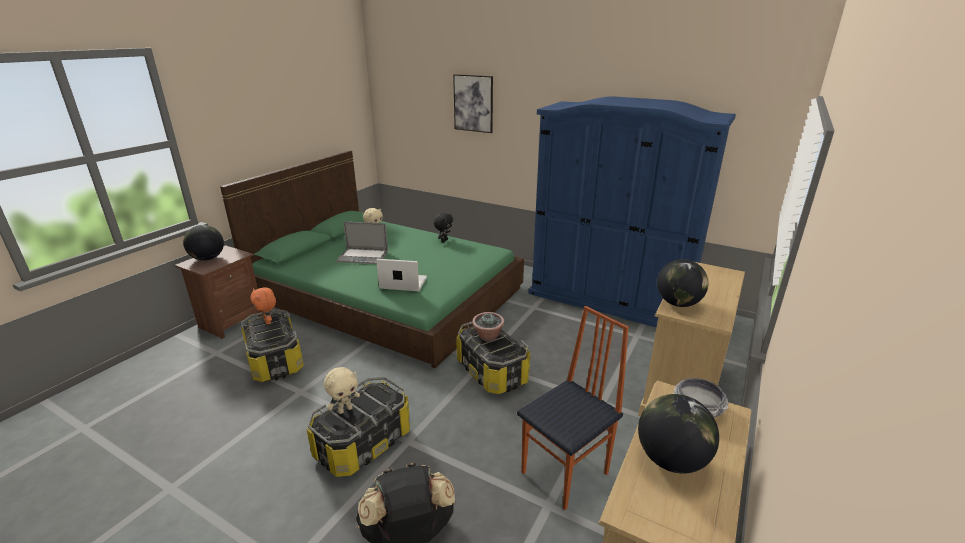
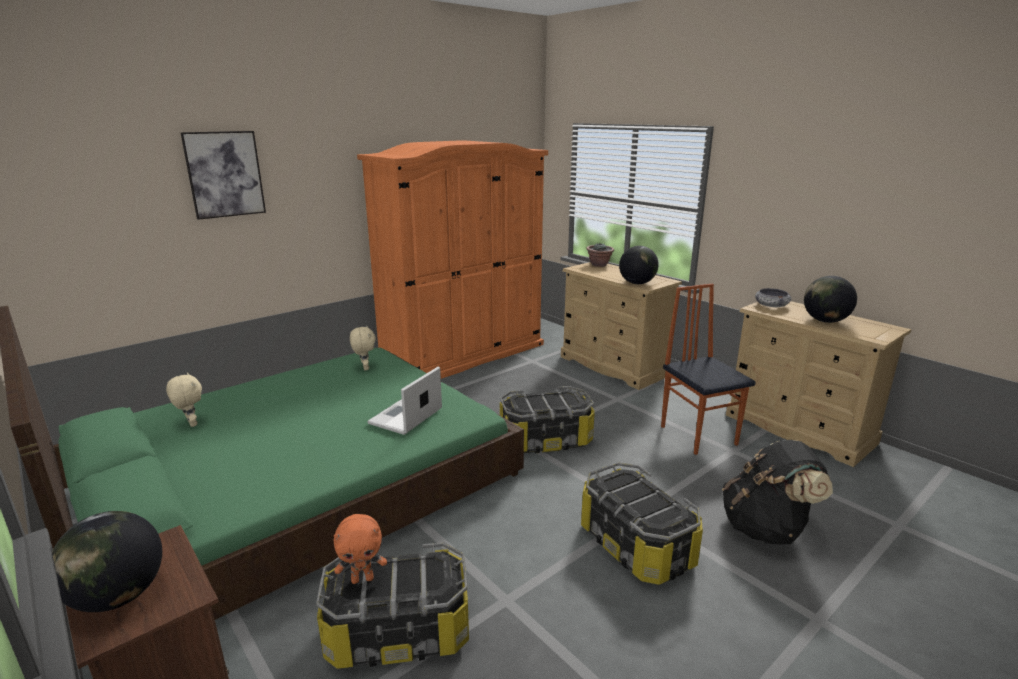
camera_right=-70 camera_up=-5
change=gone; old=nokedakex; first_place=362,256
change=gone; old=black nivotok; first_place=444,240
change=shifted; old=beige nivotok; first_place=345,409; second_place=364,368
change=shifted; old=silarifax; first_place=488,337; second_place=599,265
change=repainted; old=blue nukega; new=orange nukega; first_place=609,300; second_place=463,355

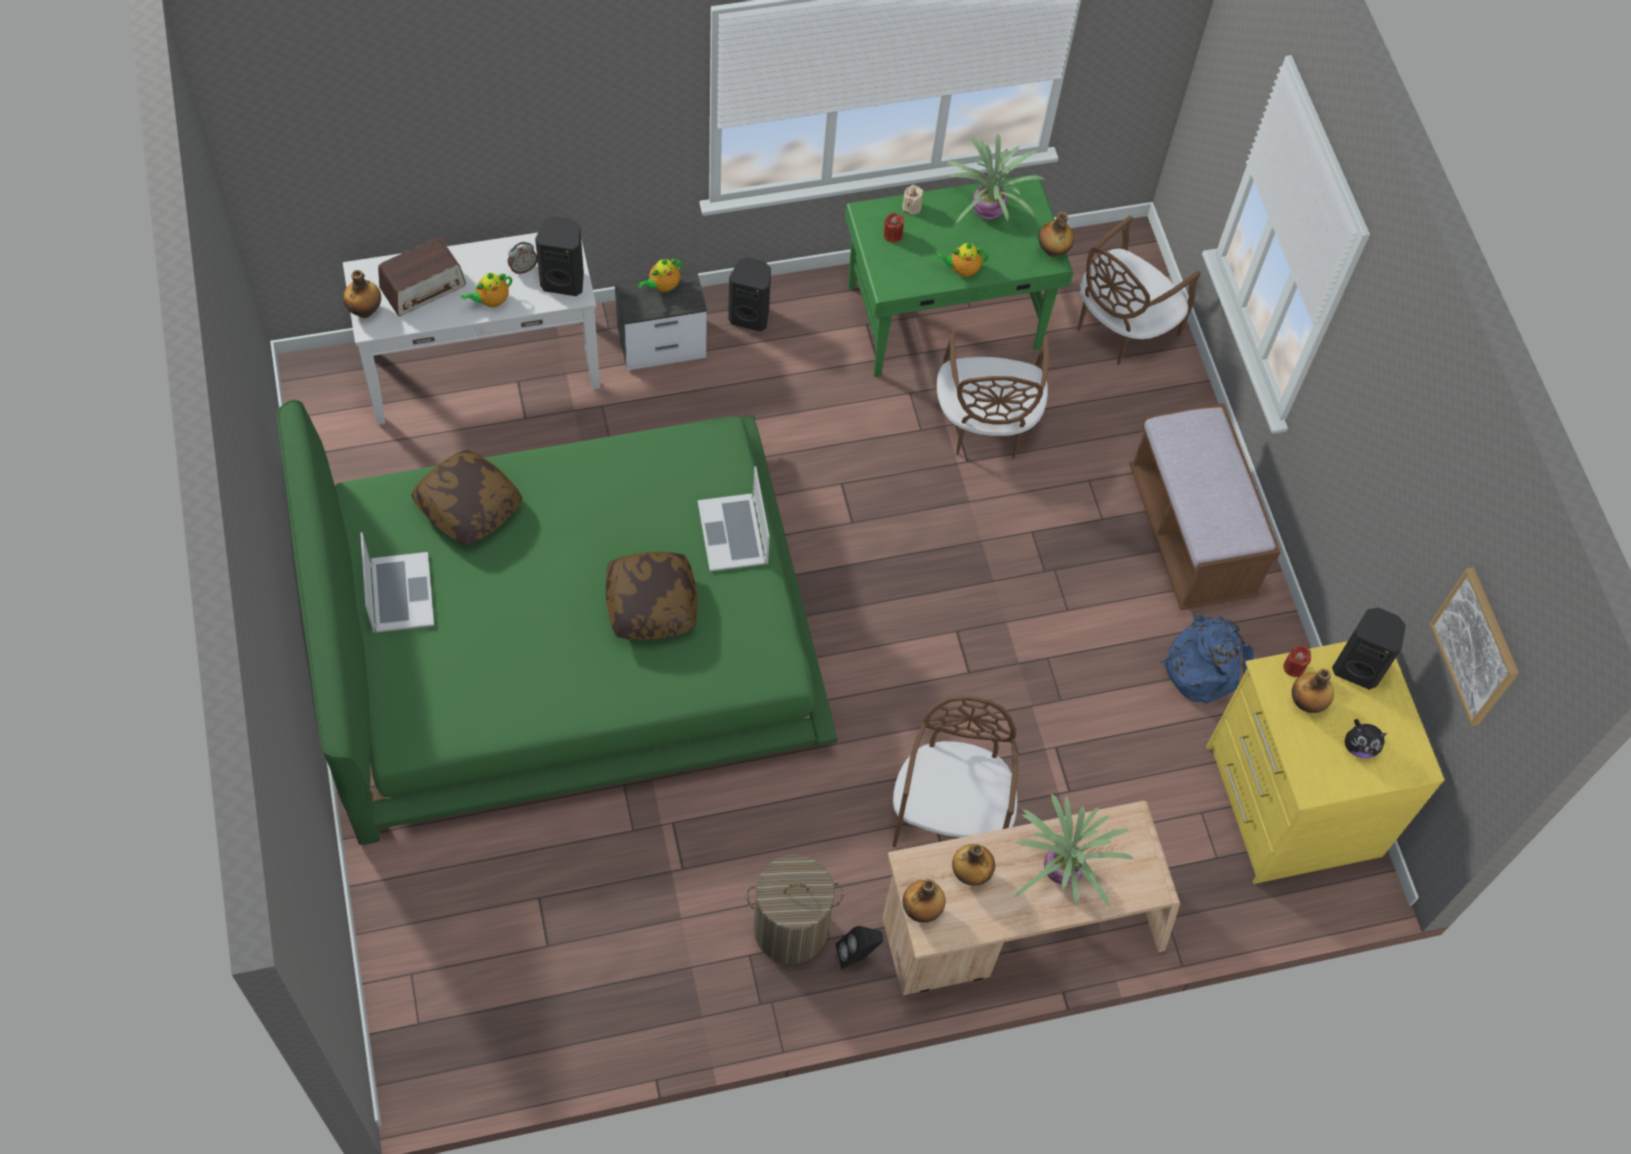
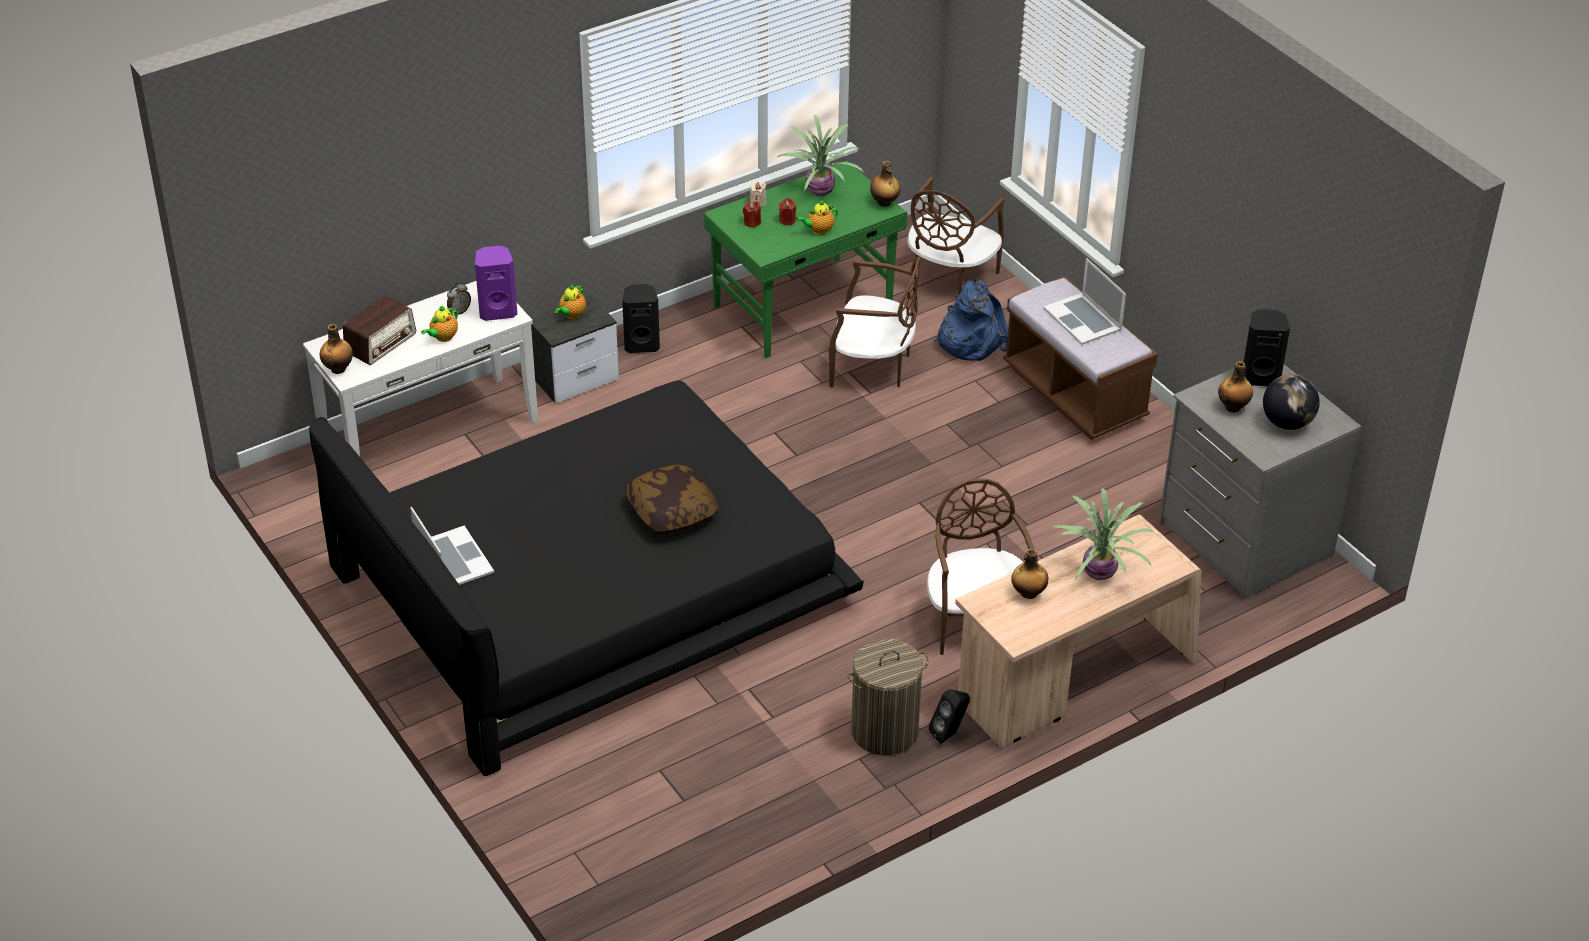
camera_right=-15 camera_up=-20
change=gone; old=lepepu; first_place=468,506
change=gone; old=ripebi; first_place=922,909
change=gone; old=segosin; first_place=1476,646
change=shifted; old=nokedakex; first_place=733,532; second_place=1083,319
change=shifted; old=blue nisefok; first_place=1204,665; second_place=969,340
change=shifted; old=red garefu; first_place=1294,667; second_place=787,220
change=swapped; old=nivotok; new=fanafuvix; first_place=1359,747; second_place=1287,423
change=repainted; old=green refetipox; new=black refetipox; first_place=564,633; second_place=590,589
change=repainted; old=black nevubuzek; new=purple nevubuzek; first_place=564,280; second_place=497,311
change=repainted; old=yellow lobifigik; new=grey lobifigik; first_place=1290,801; second_place=1243,540
change=rotated; old=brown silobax; first_place=984,425; second_place=872,367; degrees=-60

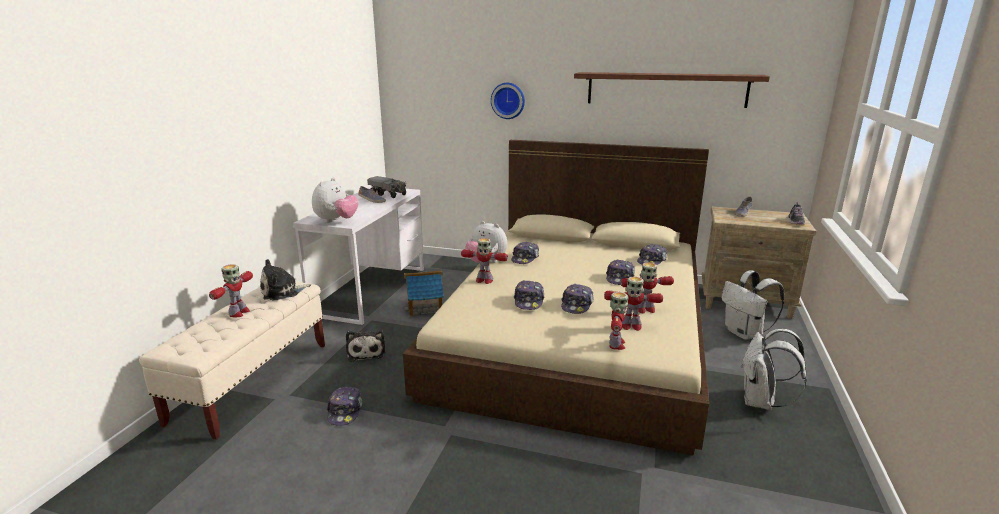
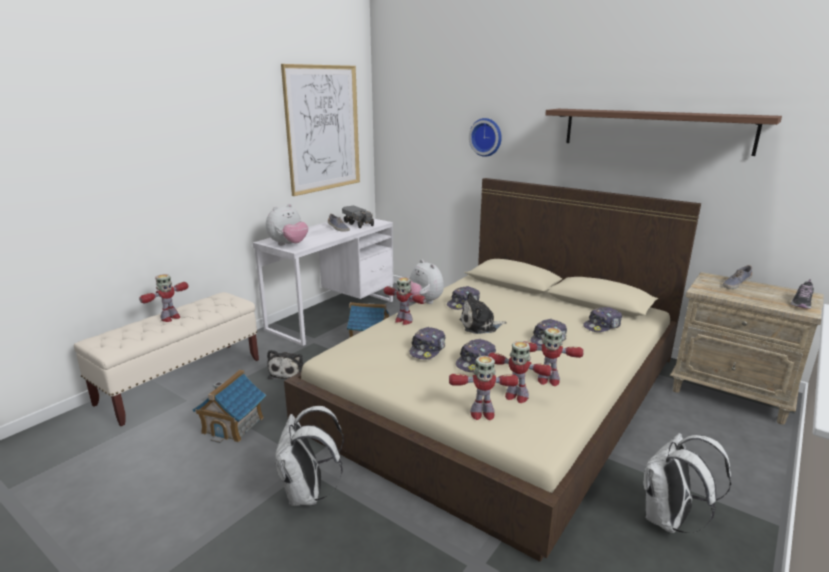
camera_right=20 camera_up=0
change=new; new=segosin; second_place=323,129
change=shifted; old=nivotok; first_place=282,292; second_place=480,326
change=shifted; old=white nisefok; first_place=745,333; second_place=308,494
change=swapped; old=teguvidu; new=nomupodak; first_place=345,411; second_place=233,425
change=rotated; old=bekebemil; first_place=616,344; second_place=481,414; degrees=60

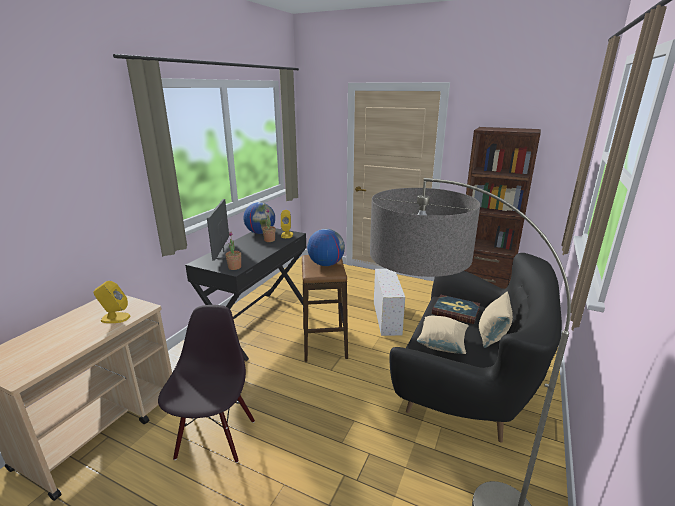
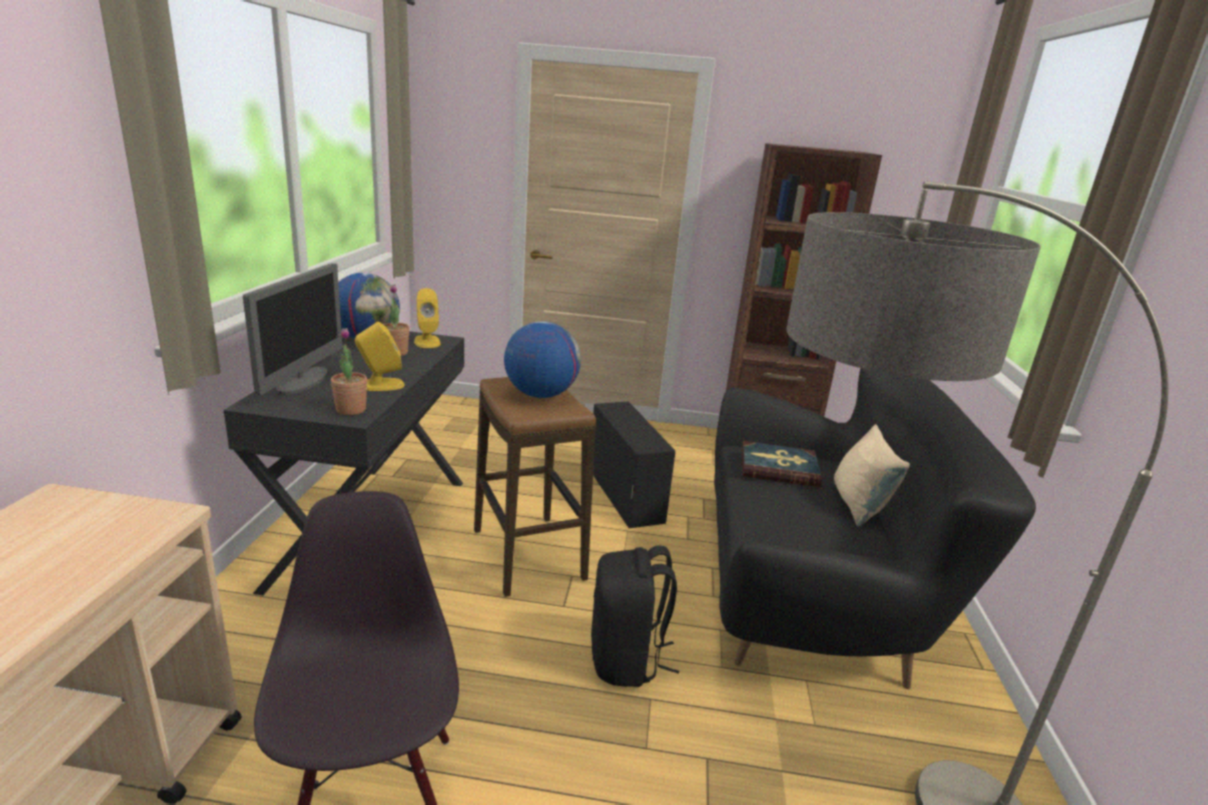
camera_right=-20 camera_up=0
change=gone; old=beige lepepu; first_place=442,344
change=new; new=black nisefok; second_place=626,659
change=shifted; old=yellow nevubuzek; first_place=115,318; second_place=381,385
change=repainted; old=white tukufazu; new=black tukufazu; first_place=386,317; second_place=624,493
change=rotated; old=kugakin; first_place=222,253; second_place=303,381; degrees=-150

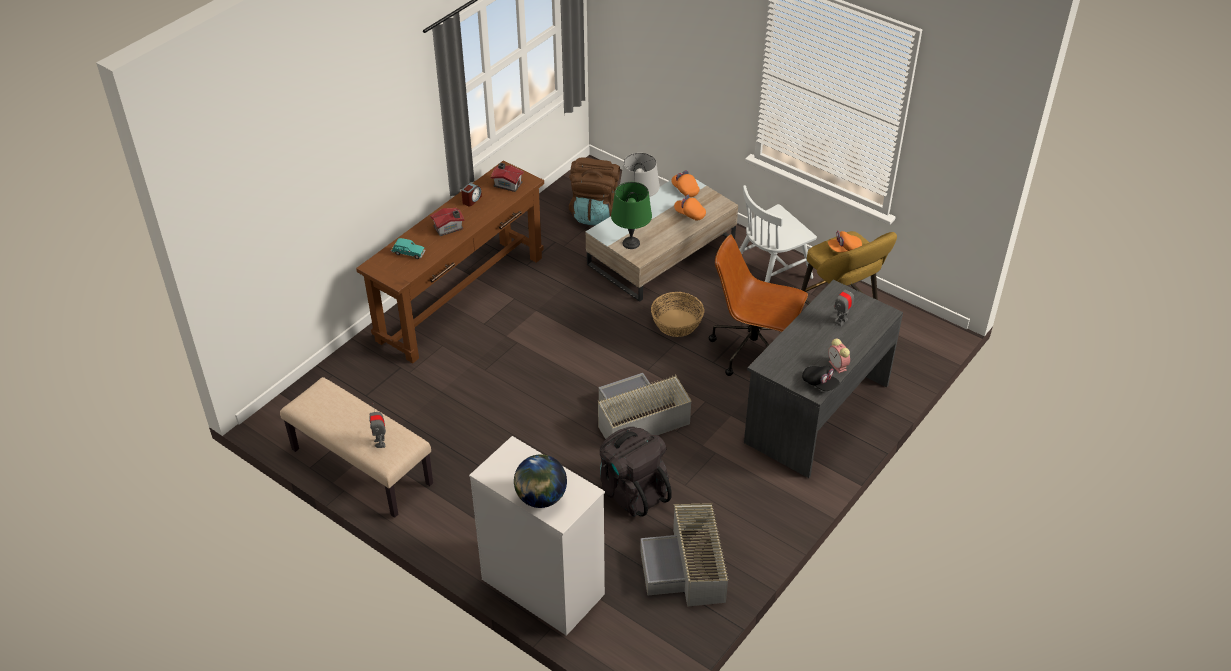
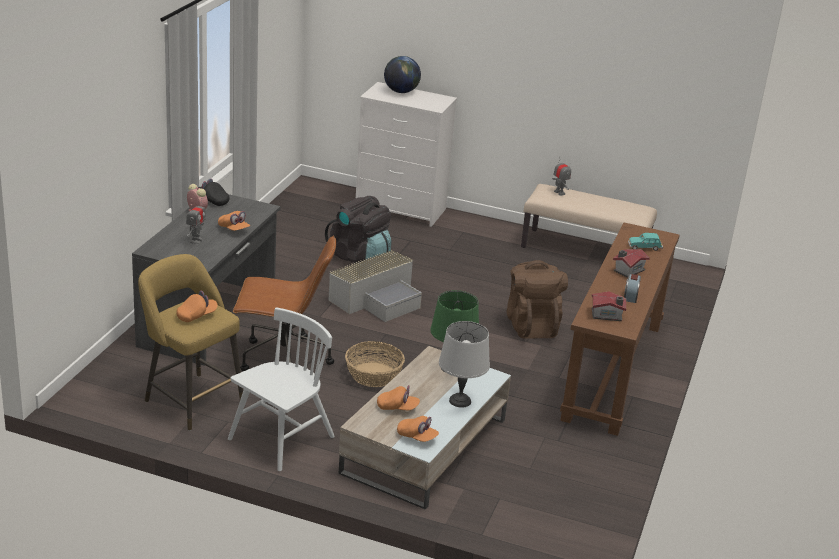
camera_right=160 camera_up=-15
change=gone; old=grey tukufazu; first_place=687,568
change=new; new=orange teguvidu; second_place=234,229
change=shifted; old=brown nisefok; first_place=594,212; second_place=531,325

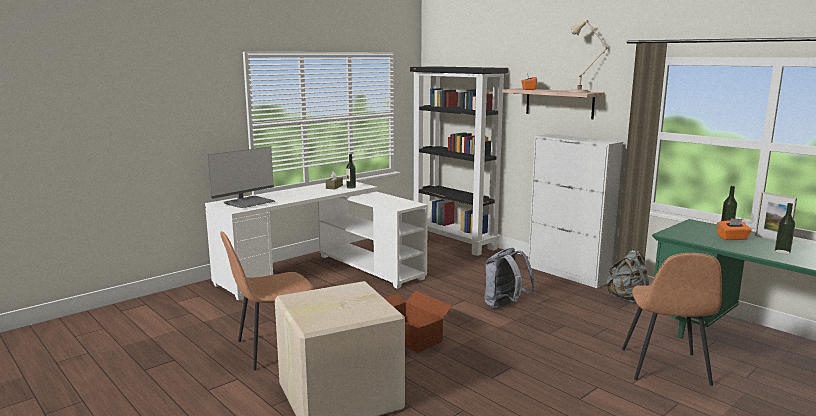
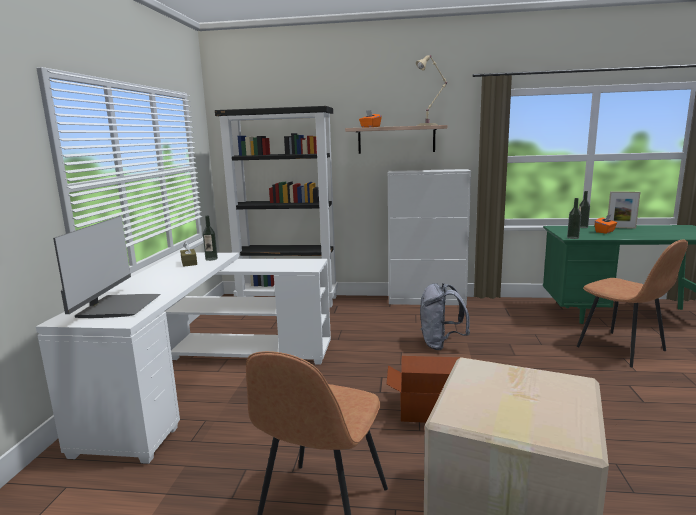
camera_right=-40 camera_up=0
change=gone; old=grey nisefok; first_place=627,298
change=shifted; old=ripebi; first_place=782,252; second_place=573,238

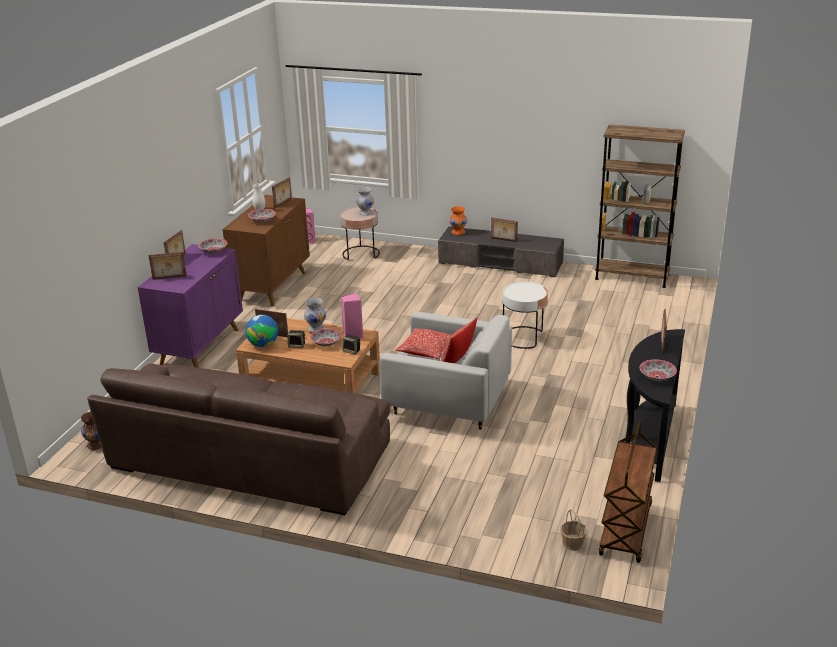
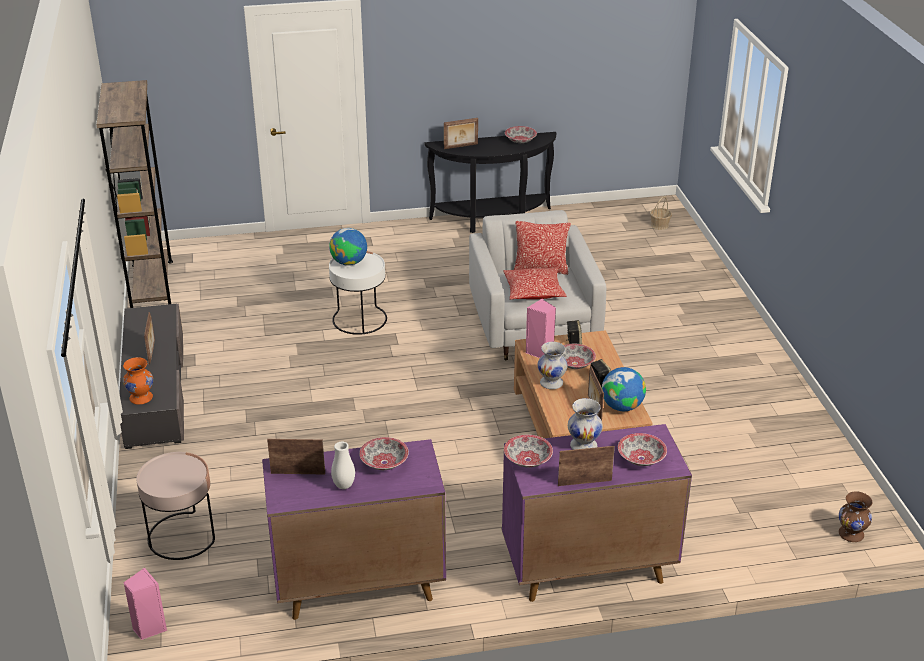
camera_right=-120 camera_up=5
change=gone; old=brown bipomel; first_place=249,457
change=gone; old=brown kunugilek; first_place=626,530
change=new; new=fanafuvix; second_place=349,262
change=shifted; old=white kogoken; first_place=366,213; second_place=584,445
change=swapped; old=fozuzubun; new=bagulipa; first_place=169,278; second_place=640,458
change=repainted; old=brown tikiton; new=purple tikiton; first_place=273,286; second_place=357,585

